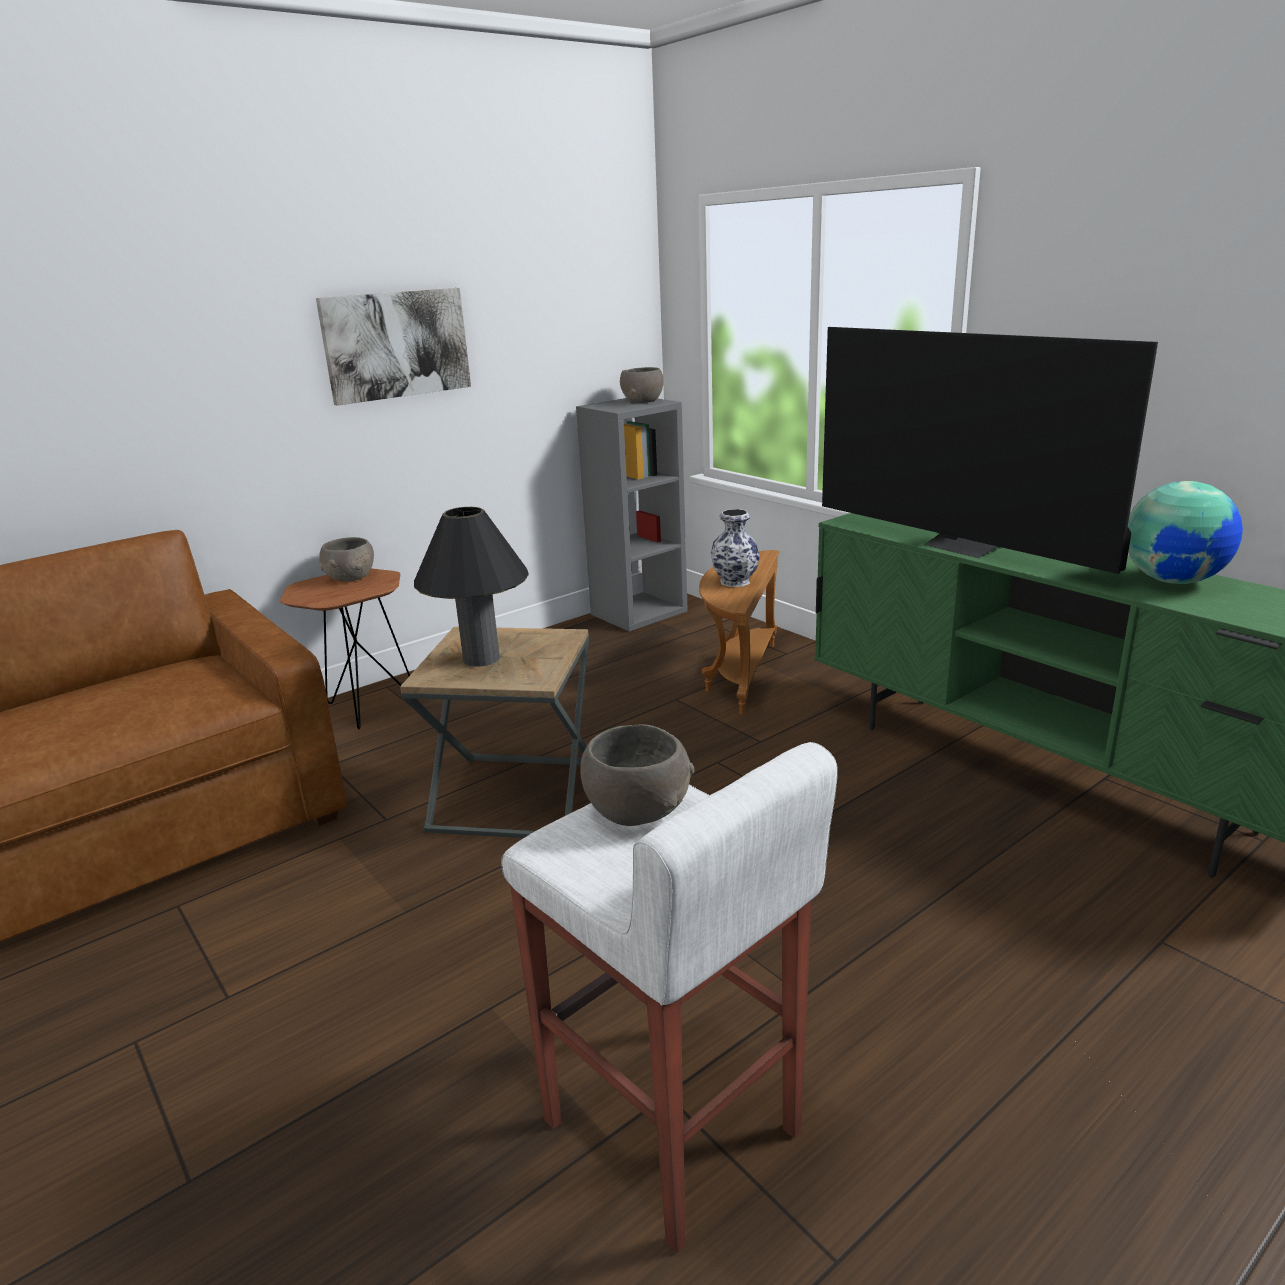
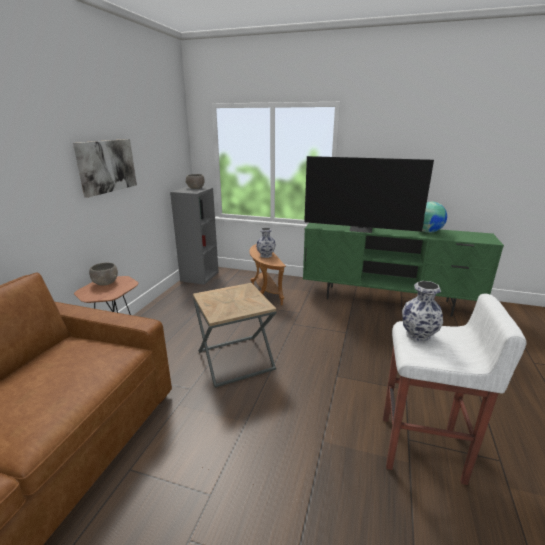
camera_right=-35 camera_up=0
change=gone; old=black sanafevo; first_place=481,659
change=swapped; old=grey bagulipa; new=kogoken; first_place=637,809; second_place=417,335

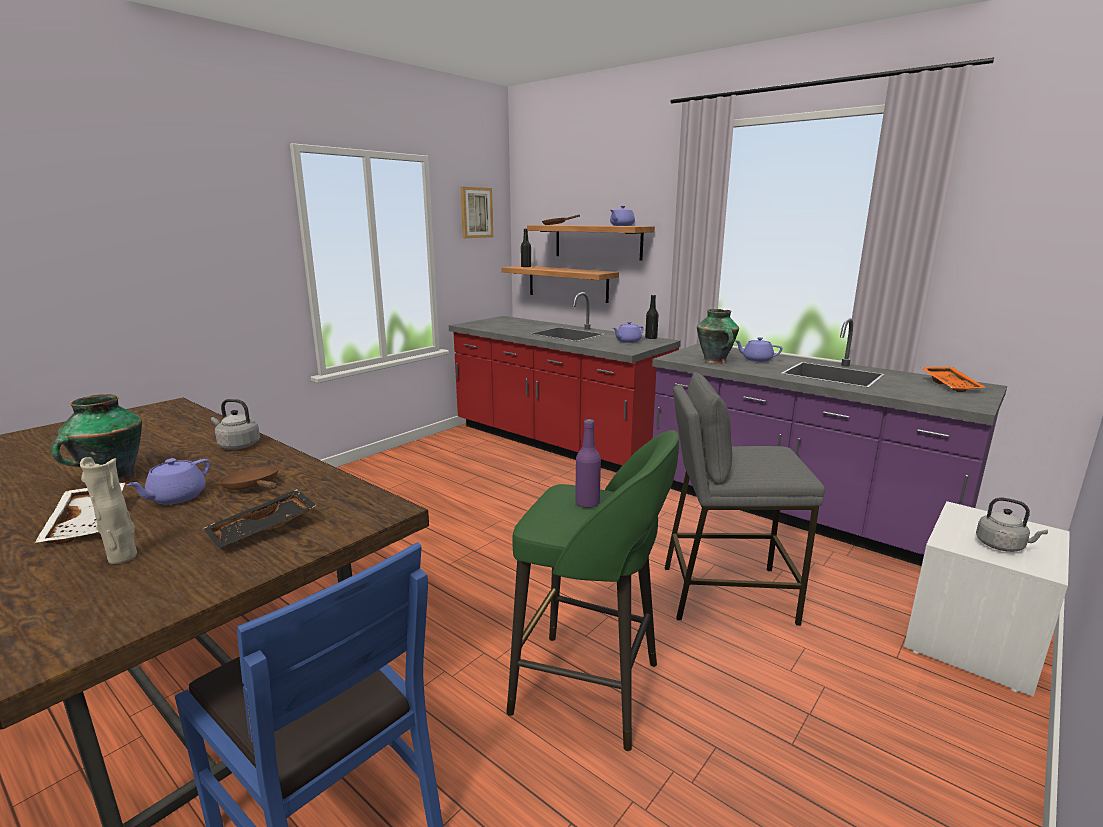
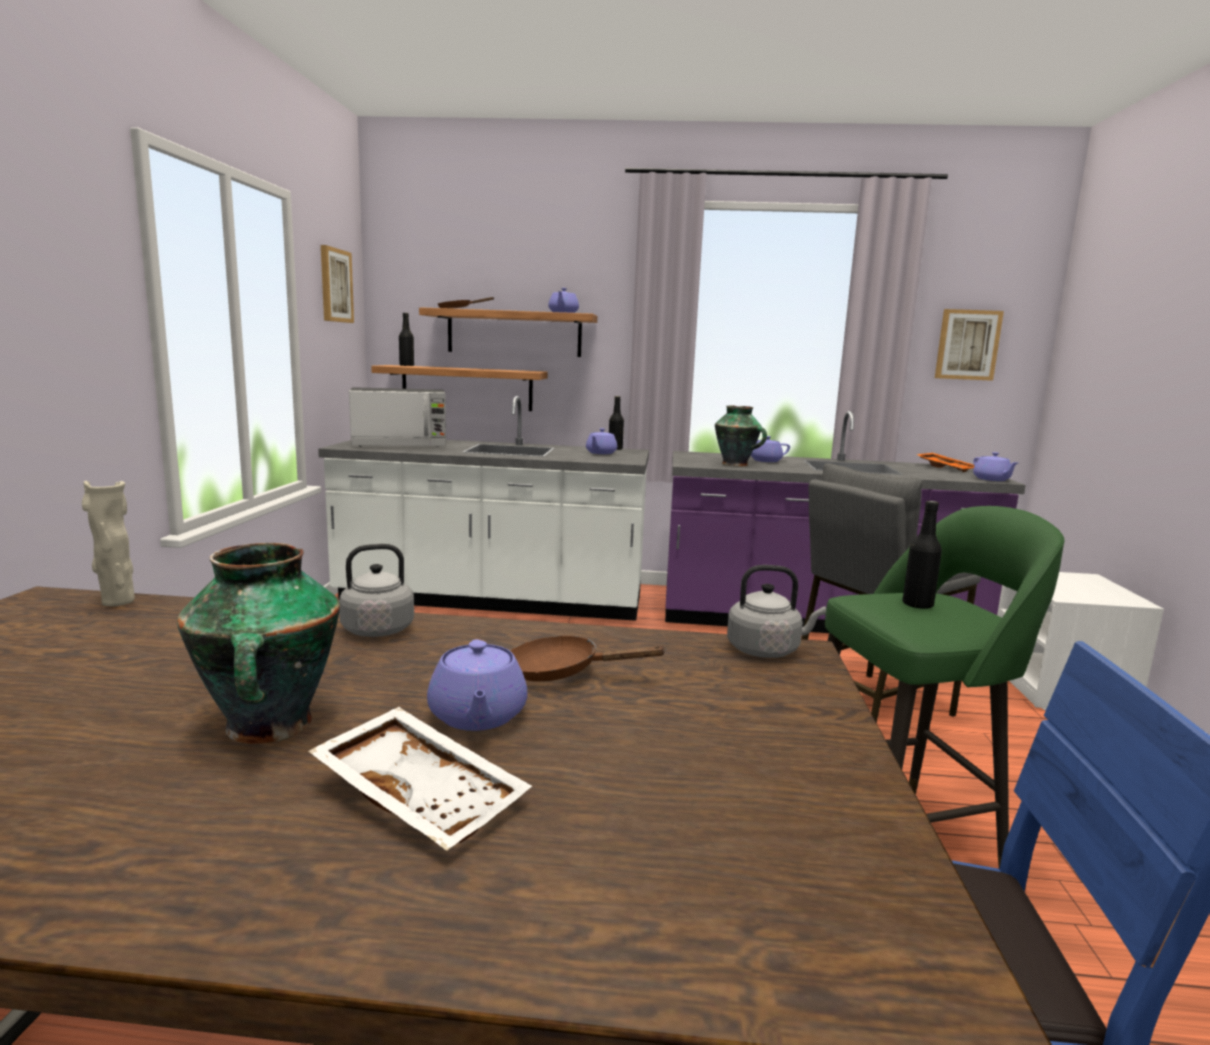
camera_right=-35 camera_up=-5
change=gone; old=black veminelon; first_place=263,530
change=new; new=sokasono; second_place=400,444
change=new; new=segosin; second_place=967,345
change=new; new=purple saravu; second_place=992,479
change=shifted; old=beige kogoken; first_place=123,557; second_place=117,602
change=shifted; old=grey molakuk; first_place=1002,546; second_place=767,650
change=repainted; old=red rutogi; new=white rutogi; first_place=556,443; second_place=492,599
change=repainted; old=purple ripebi; new=black ripebi; first_place=587,503; second_place=917,605

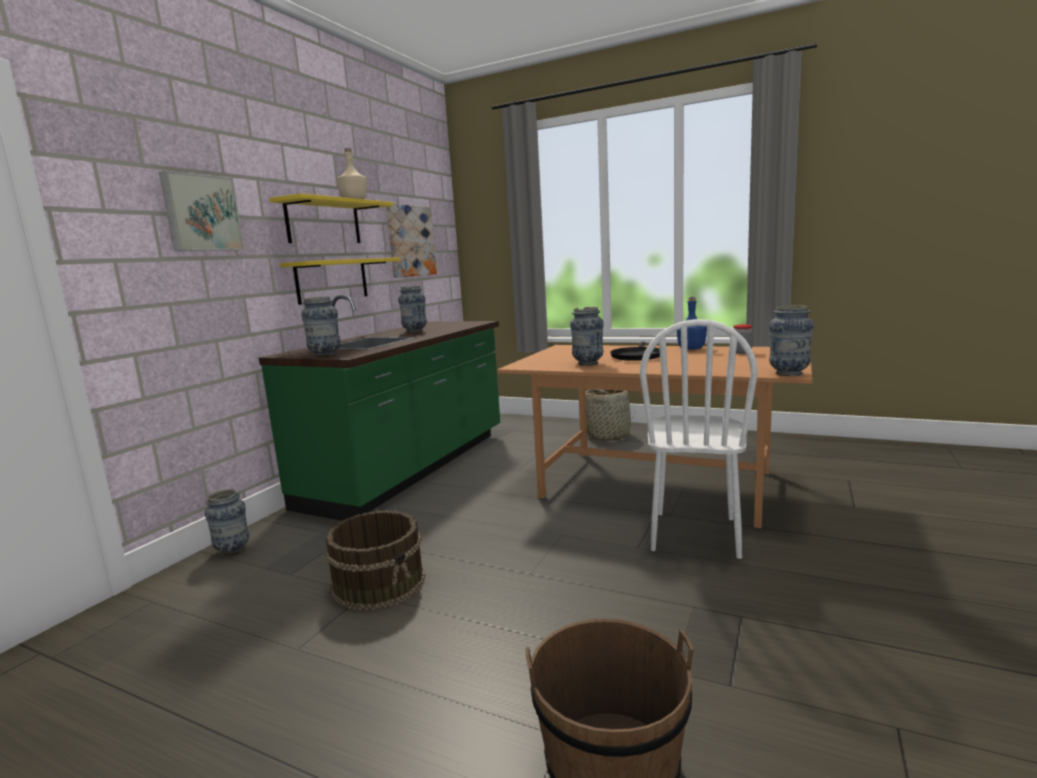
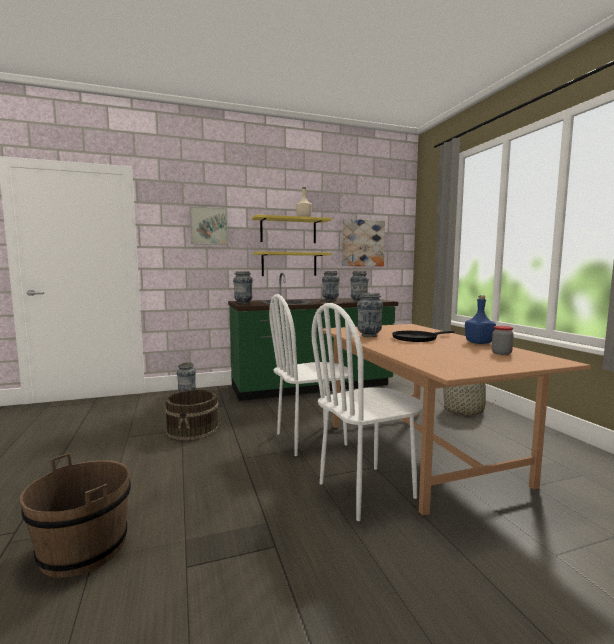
camera_right=45 camera_up=-5
change=new; new=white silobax; second_place=311,439
change=shifted; old=kogoken; first_place=789,374; second_place=359,301

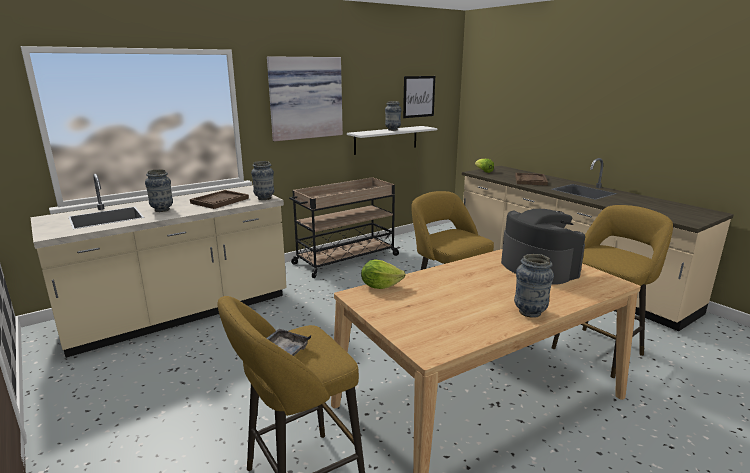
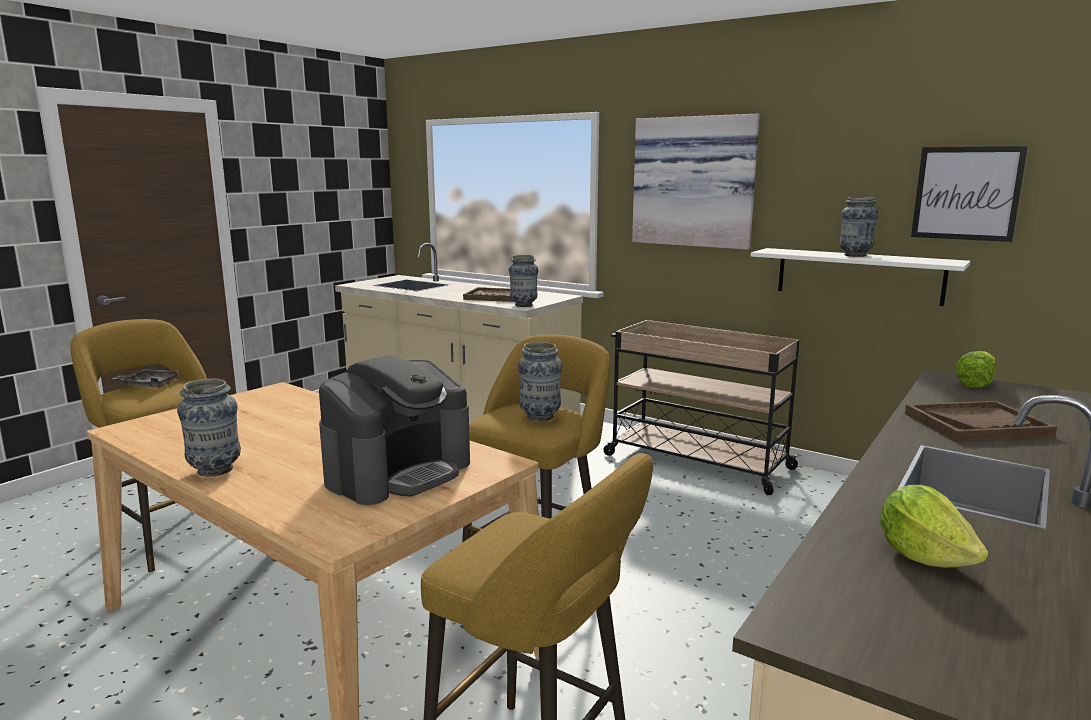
camera_right=70 camera_up=-5
change=shifted; old=kogoken; first_place=162,210; second_place=540,417
change=shifted; old=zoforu; first_place=380,286; second_place=924,556

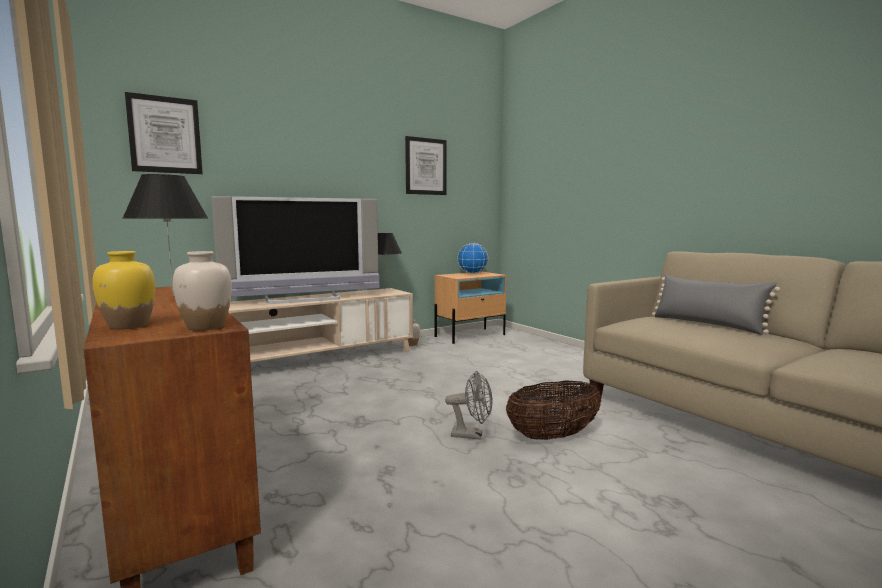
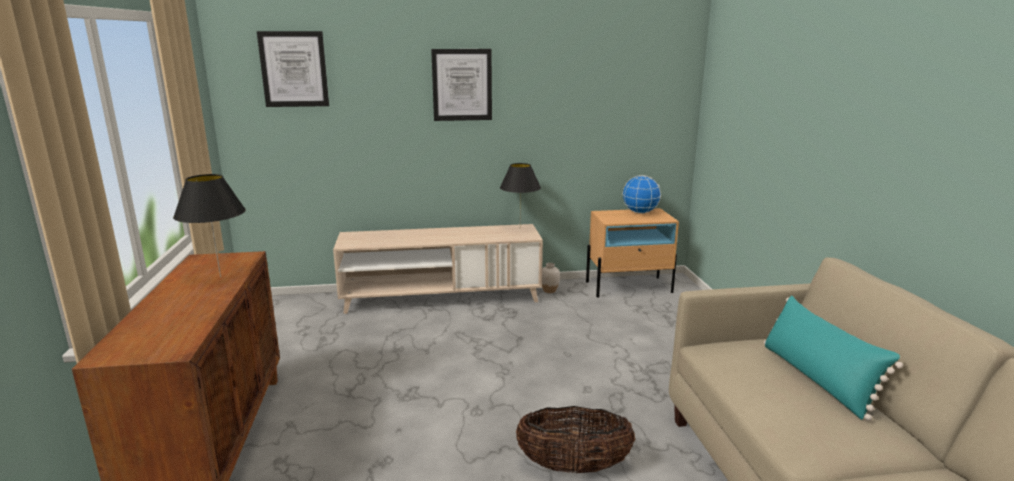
camera_right=25 camera_up=10
change=gone; old=yellow kogoken; first_place=128,326
change=gone; old=white kogoken; first_place=205,327
change=gone; old=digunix; first_place=304,299
change=gone; old=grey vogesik; first_place=472,435
change=shifted; old=segosin; first_place=425,166; second_place=462,85
change=repainted; old=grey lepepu; new=turquoise lepepu; first_place=707,324; second_place=816,379

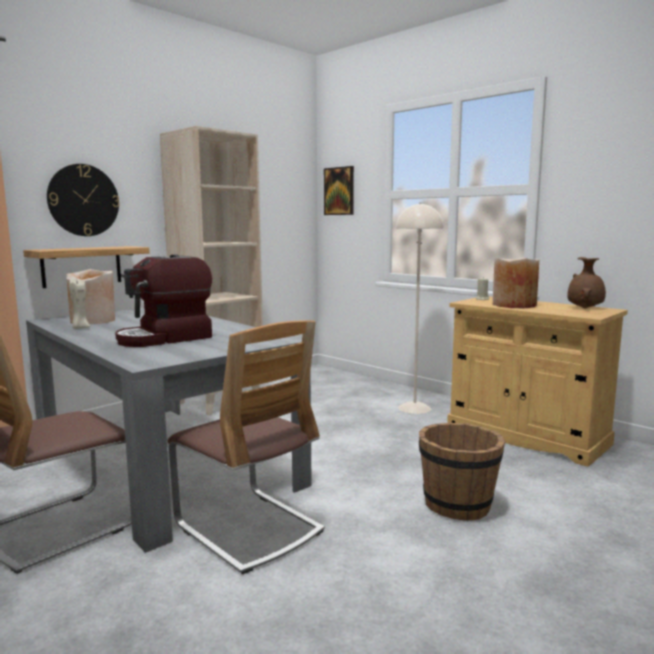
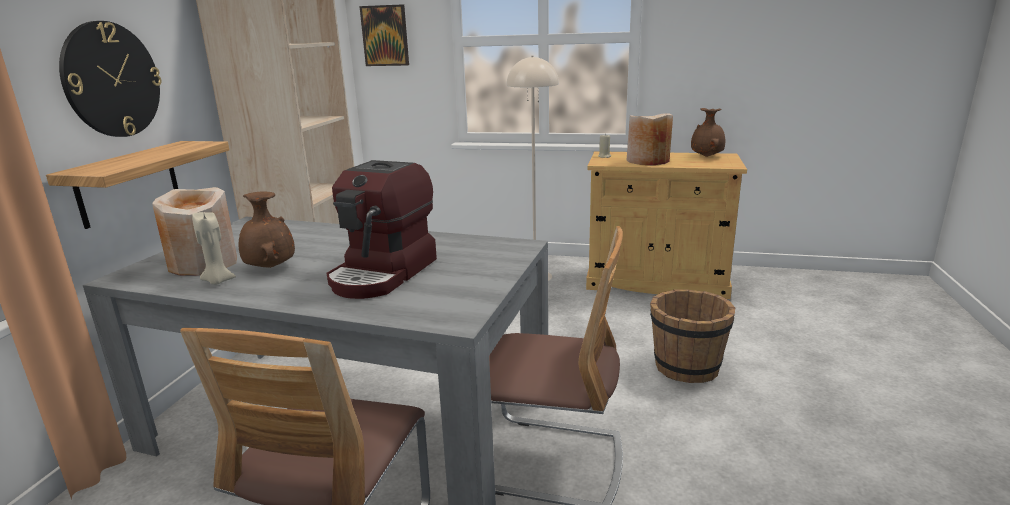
camera_right=-30 camera_up=10
change=new; new=brown kogoken; second_place=269,267

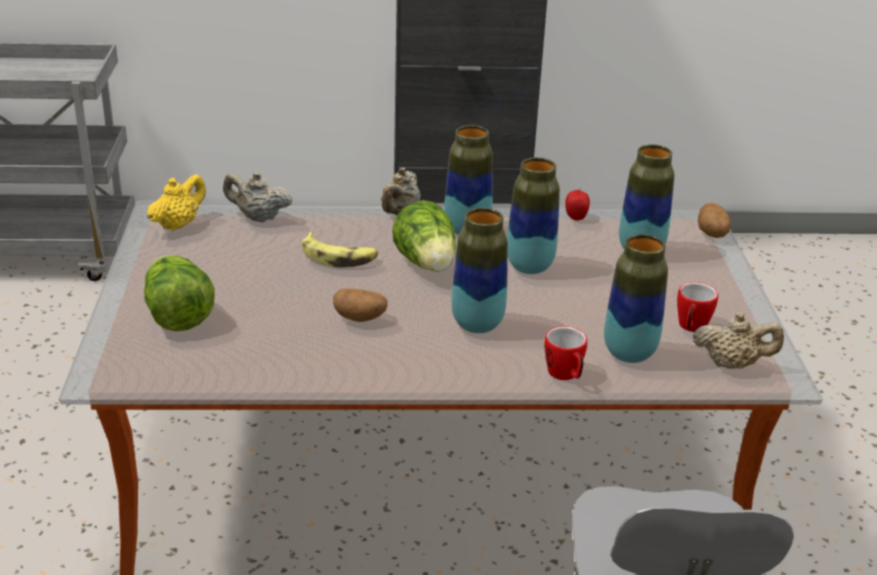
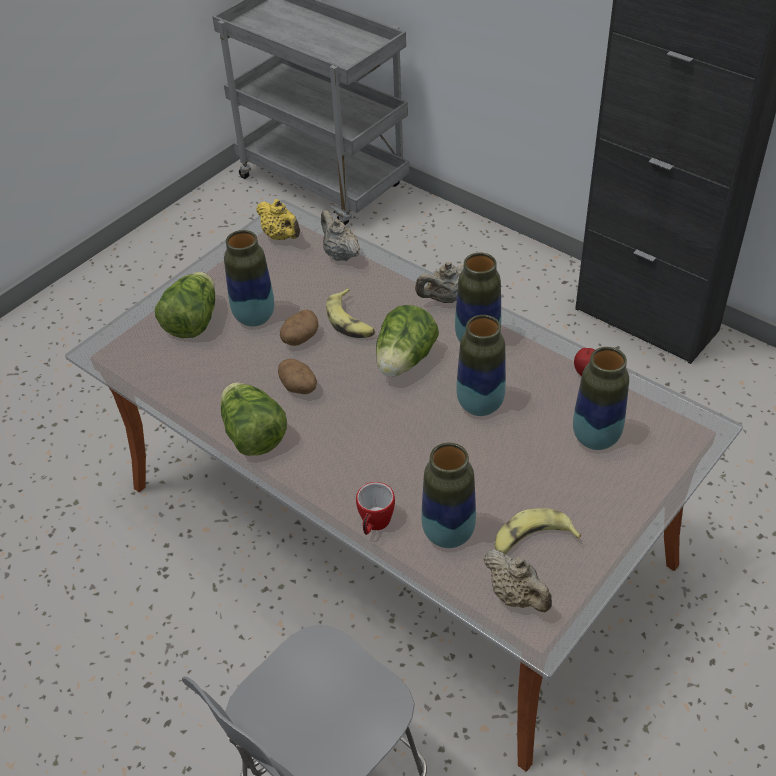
camera_right=45 camera_up=15
change=new; new=zoforu; second_place=253,435
change=shifted; old=kogoken; first_place=477,324; second_place=254,317
change=shifted; old=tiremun; first_place=712,234; second_place=299,338
change=swapped; old=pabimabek; new=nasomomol; first_place=691,328; second_place=531,540
change=rotated; old=yellow saravu; first_place=178,225; second_place=281,236; degrees=60

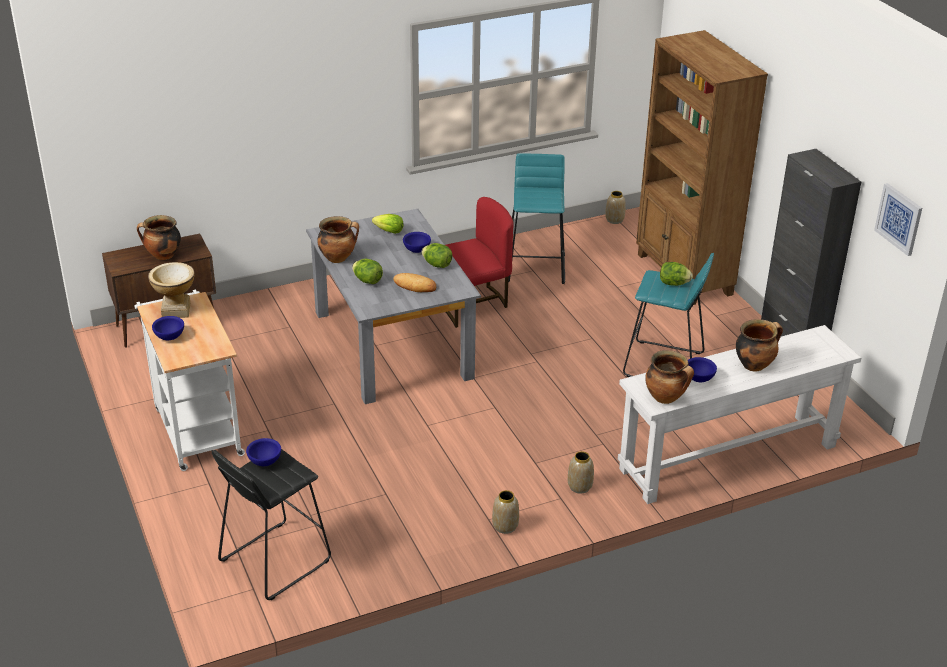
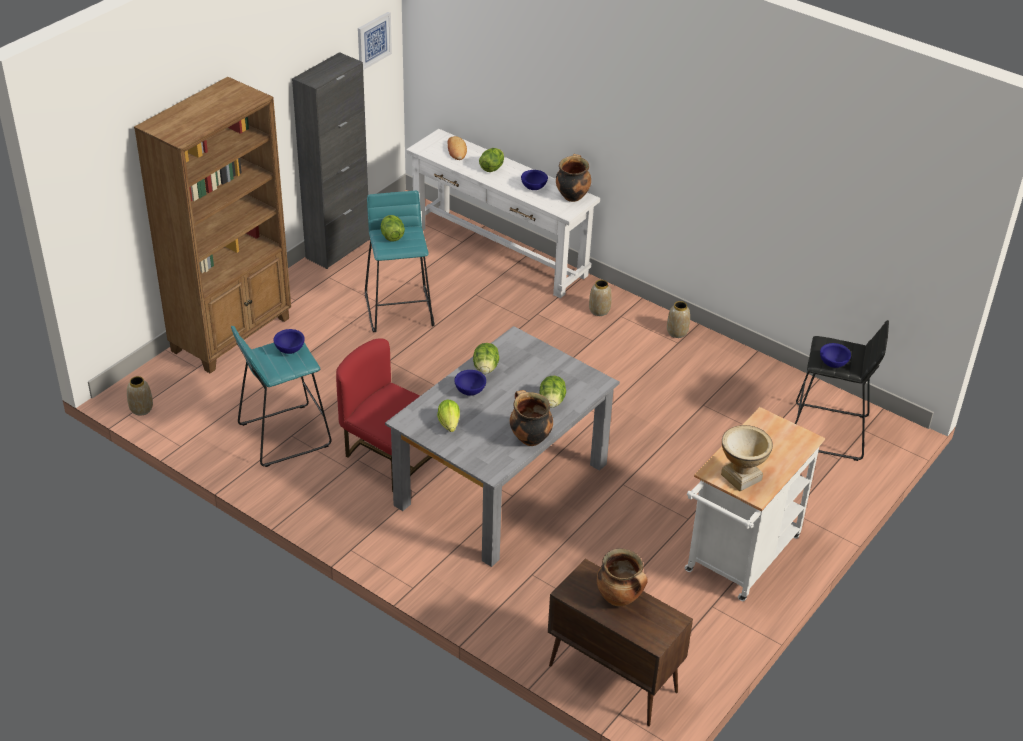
camera_right=-120 camera_up=5
change=shifted; old=blue bagulipa; first_place=169,337; second_place=290,350
change=shifted; old=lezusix; first_place=415,286; second_place=456,151
change=swapped; old=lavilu; new=zoforu; first_place=754,365; second_place=492,168

